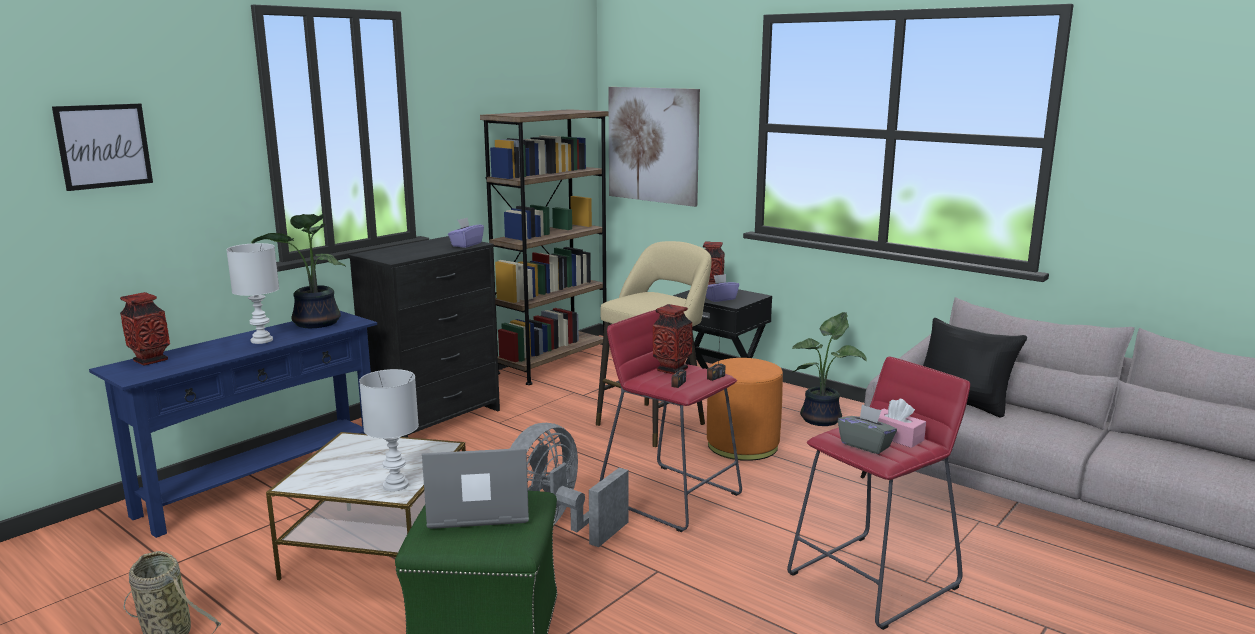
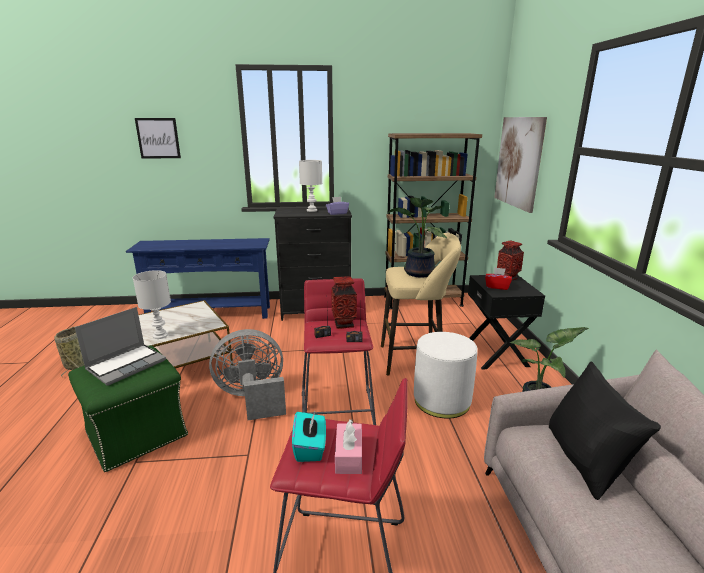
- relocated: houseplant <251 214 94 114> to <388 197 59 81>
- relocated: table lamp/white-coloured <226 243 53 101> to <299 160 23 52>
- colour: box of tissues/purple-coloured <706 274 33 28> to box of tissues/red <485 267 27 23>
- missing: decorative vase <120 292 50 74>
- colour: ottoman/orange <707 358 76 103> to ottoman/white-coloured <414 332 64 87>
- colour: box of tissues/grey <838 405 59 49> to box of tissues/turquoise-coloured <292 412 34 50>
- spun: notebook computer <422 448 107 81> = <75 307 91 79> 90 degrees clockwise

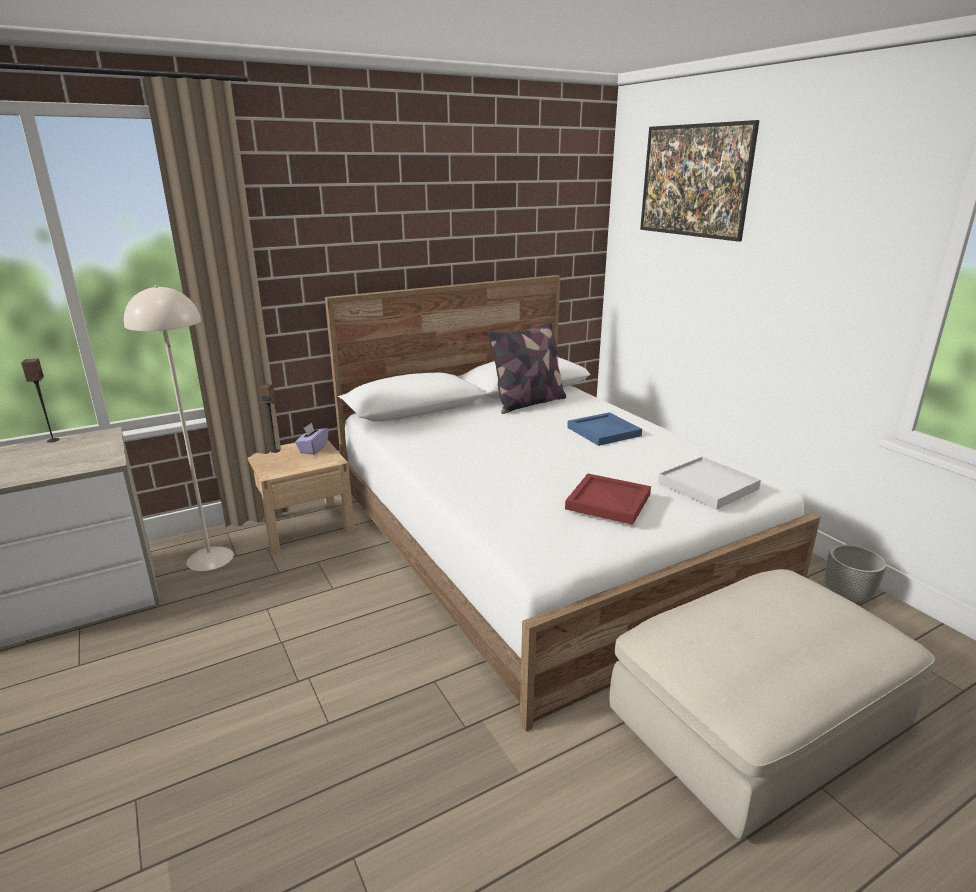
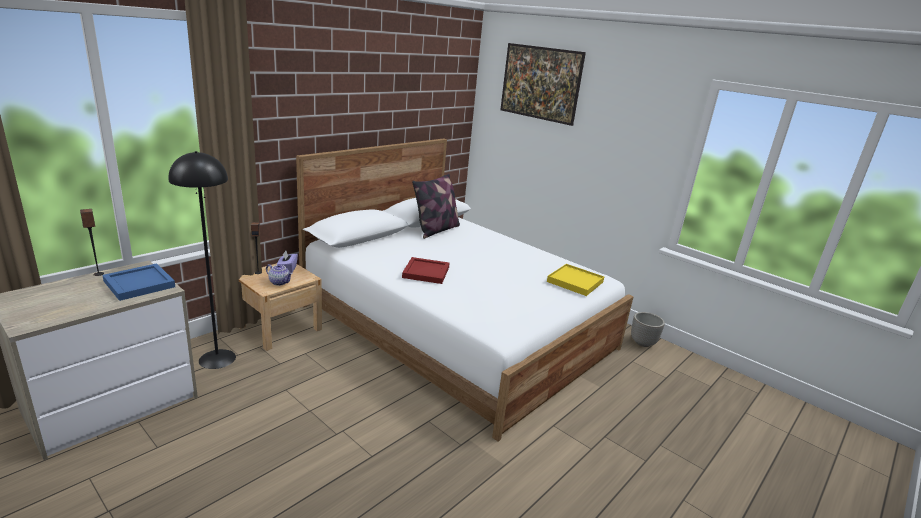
- colour: standard lamp/beige <124 285 110 286> to standard lamp/blackish <168 151 68 218>
- relocated: tray/blue <567 412 75 34> to <102 263 73 38>
- colour: tray/white-coloured <658 457 103 53> to tray/yellow <547 264 57 32>
- relocated: tray/red <565 474 86 51> to <402 257 48 27>
- missing: ottoman/beige <609 569 326 270>
- appeared: tea pot <266 264 27 22>

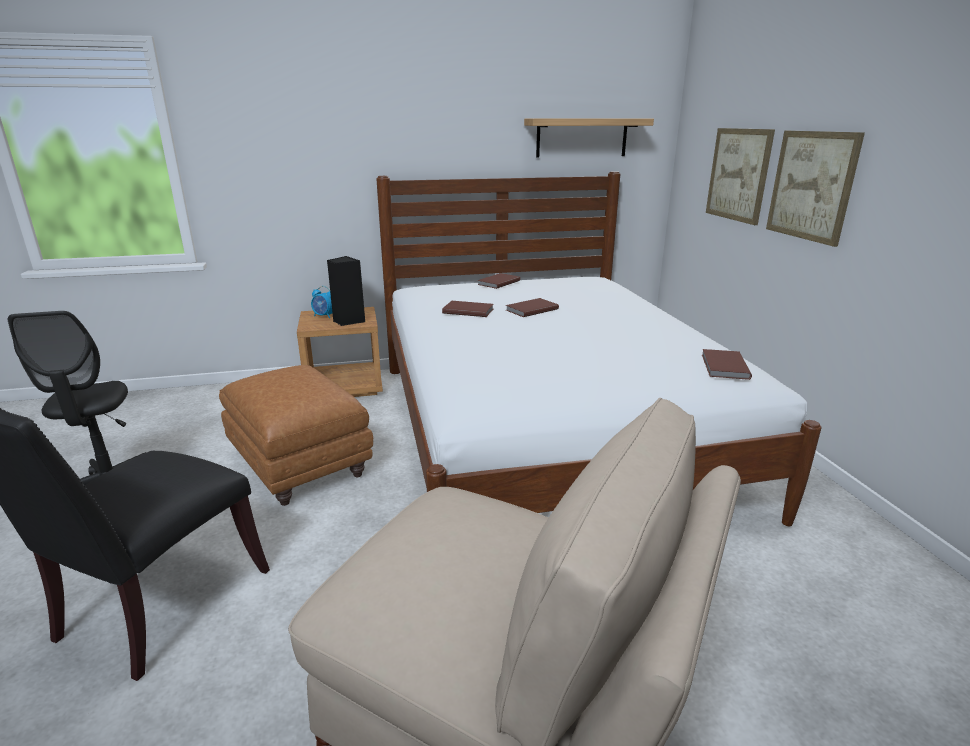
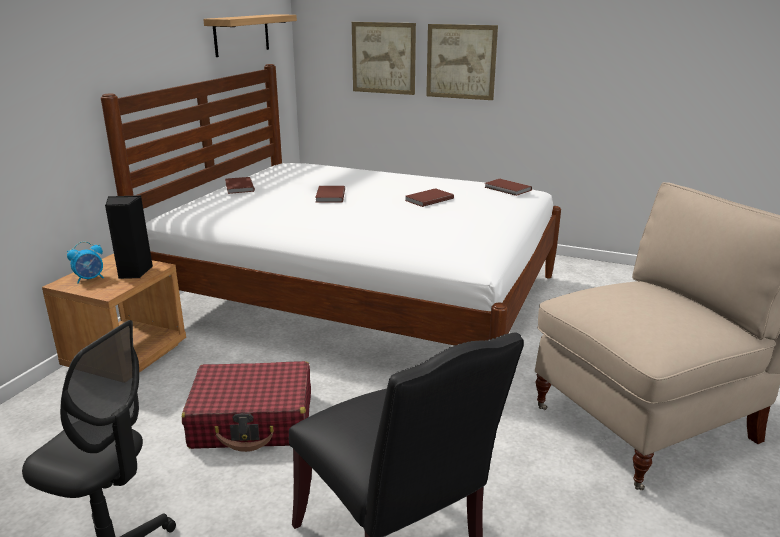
- relocated: volume/brown-coloured <442 301 51 16> to <405 188 49 19>
- exchanged: ottoman/brown-coloured <219 365 154 141> to travel case/red <182 361 129 91>

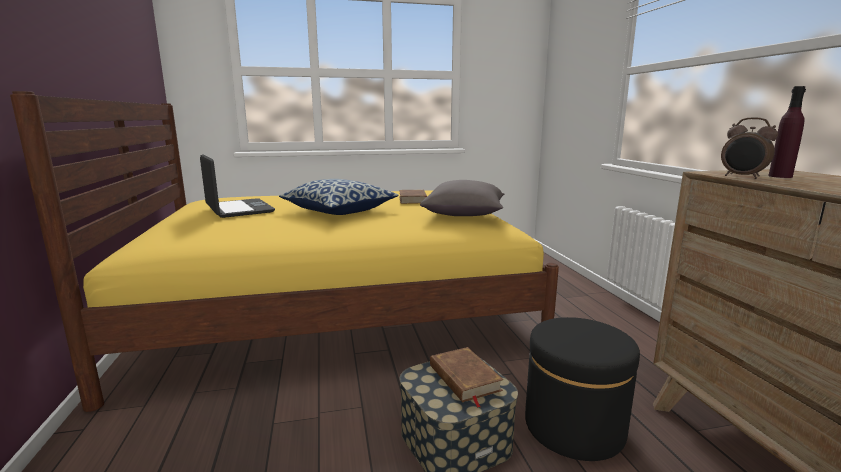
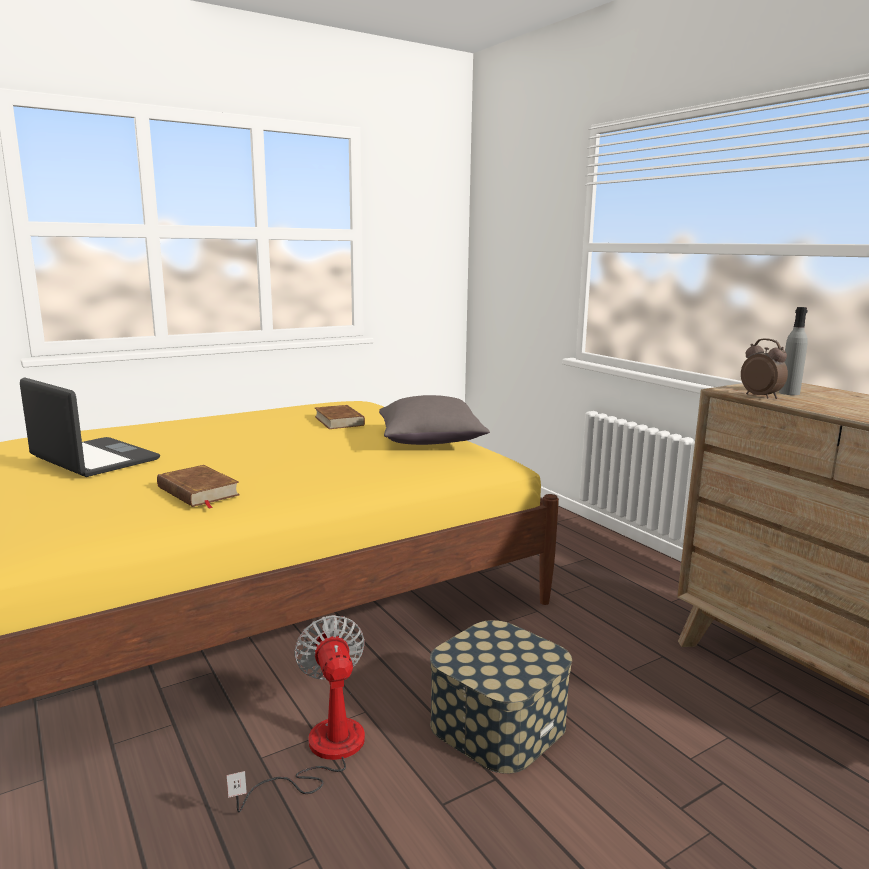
- colour: drink bottle/purple-coloured <768 86 38 92> to drink bottle/grey <779 307 29 88>
- spun: bedside clock <721 118 57 61> = <741 338 47 61> 150 degrees counterclockwise
- missing: cushion <279 179 120 36>
- missing: ottoman/blackish <525 317 115 144>
- relocated: volume/brown-coloured <430 347 74 61> to <157 465 83 44>
- appeared: cooling fan <227 615 138 197>

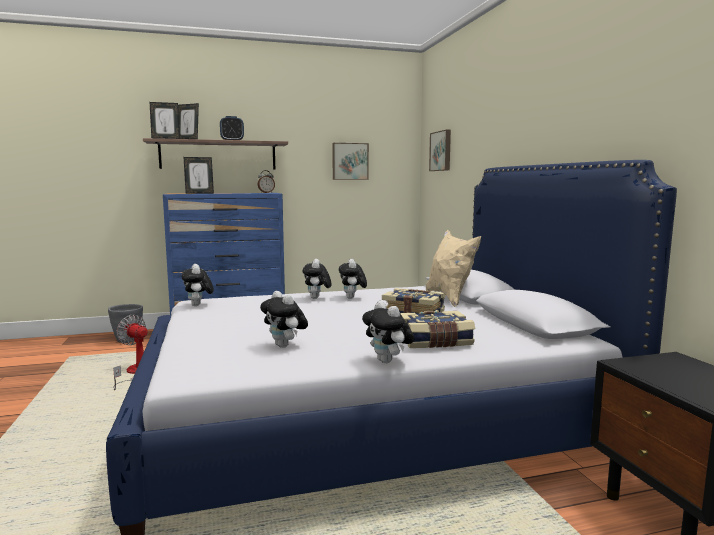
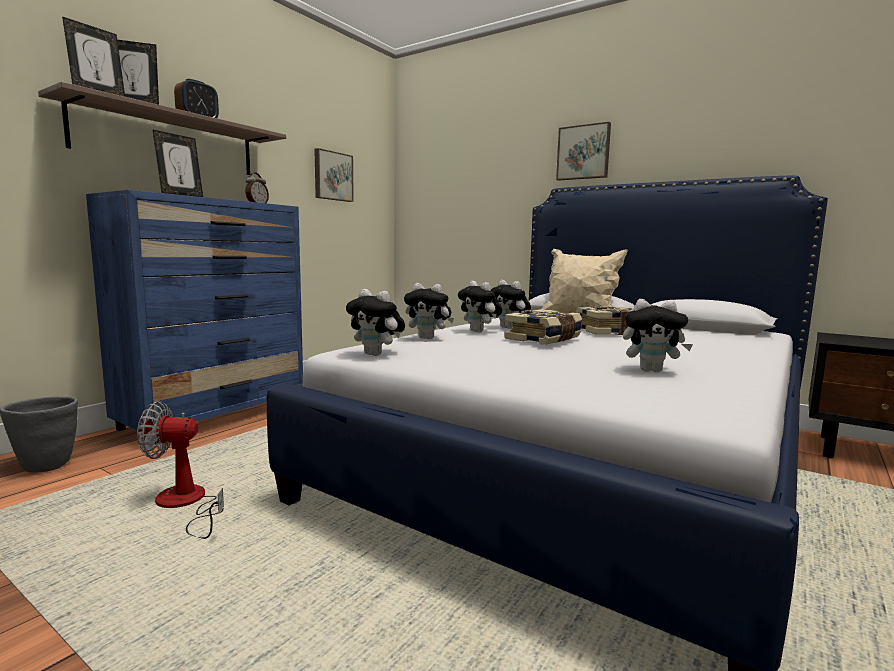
- relocated: wall art <429 130 22 41> to <556 122 55 59>
- relocated: plush toy <362 301 53 62> to <404 283 50 56>
- relocated: volume <400 311 75 37> to <504 309 78 36>

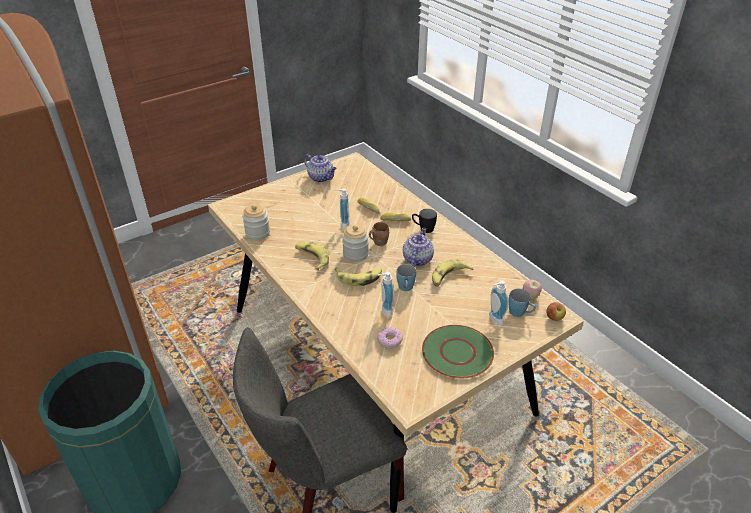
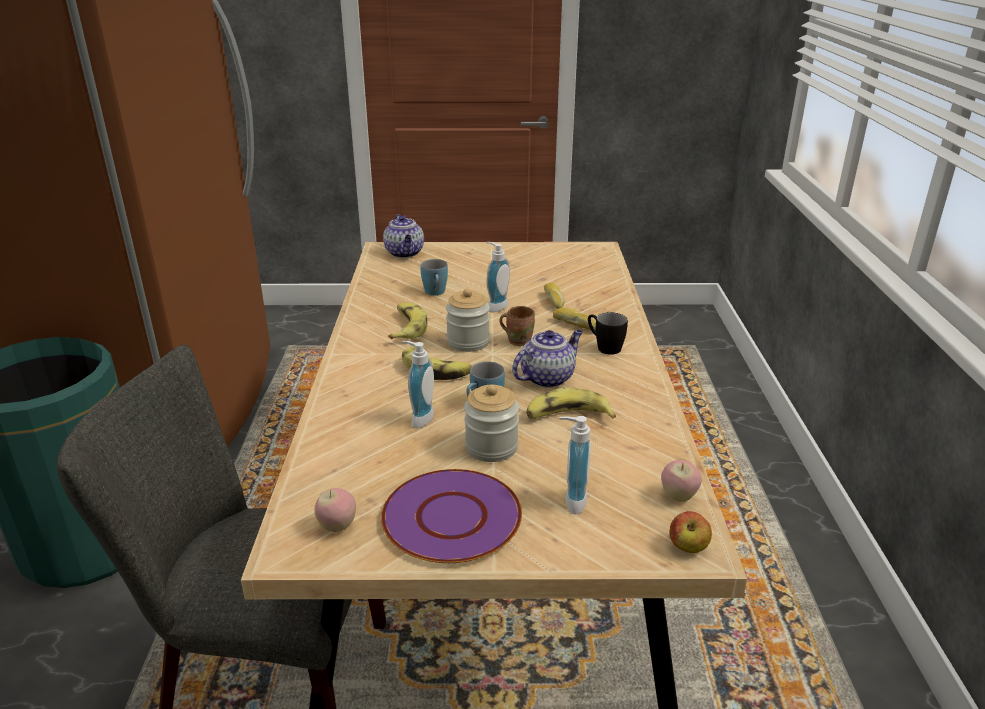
- relocated: tea pot <304 154 33 28> to <383 214 41 44>
- relocated: jar <242 204 28 36> to <464 384 55 78>
- relocated: coffee mug/blue <508 289 28 28> to <420 259 28 36>
- colour: dinner plate/green <422 325 72 53> to dinner plate/purple-coloured <381 469 141 94>
- missing: doughnut <377 327 26 22>
- appeared: whole apple <314 488 42 44>

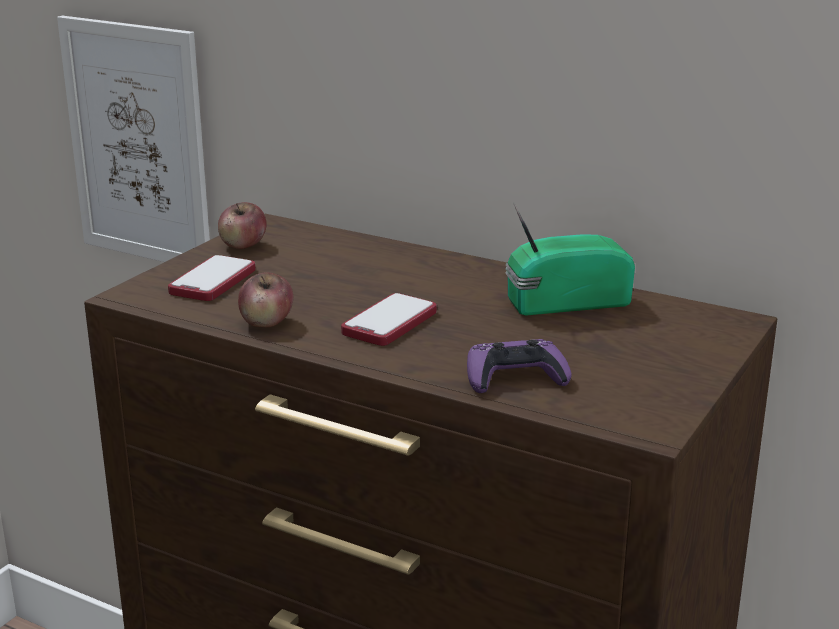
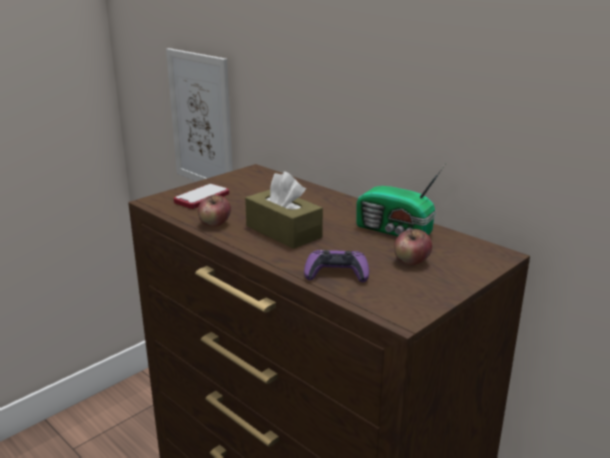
- relocated: whole apple <218 202 49 47> to <394 229 38 36>
- spun: radio set <505 203 130 113> = <356 163 90 73> 150 degrees counterclockwise
- exchanged: handset <341 293 96 53> to box of tissues/brown-coloured <245 171 78 78>

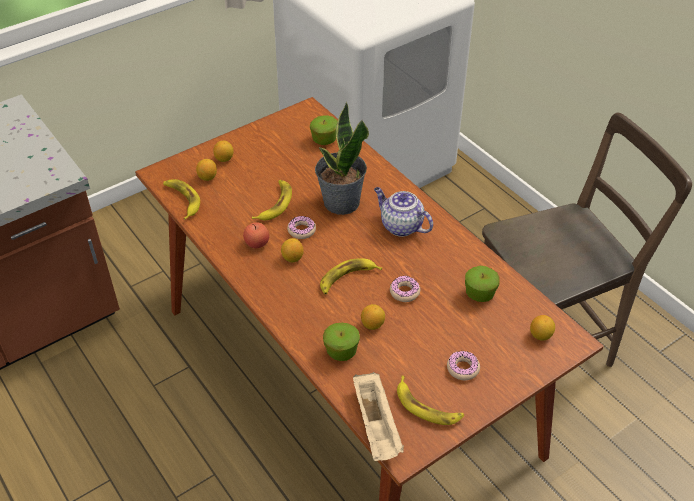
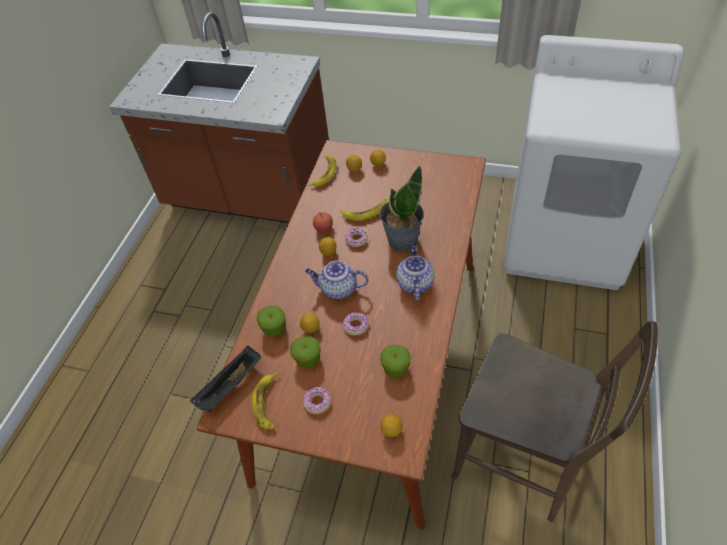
- relocated: whole apple <310 115 27 30> to <290 336 31 32>
- exchanged: banana <320 258 62 36> to tea pot <305 261 63 38>
- colour: tray/beige <353 372 51 89> to tray/blackish <190 346 71 67>

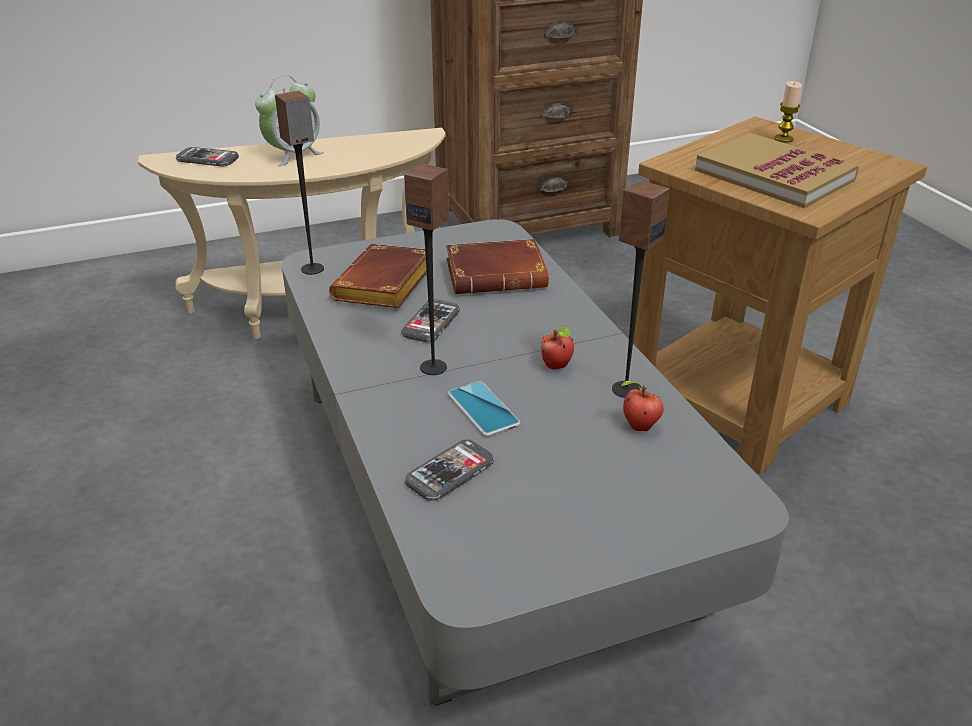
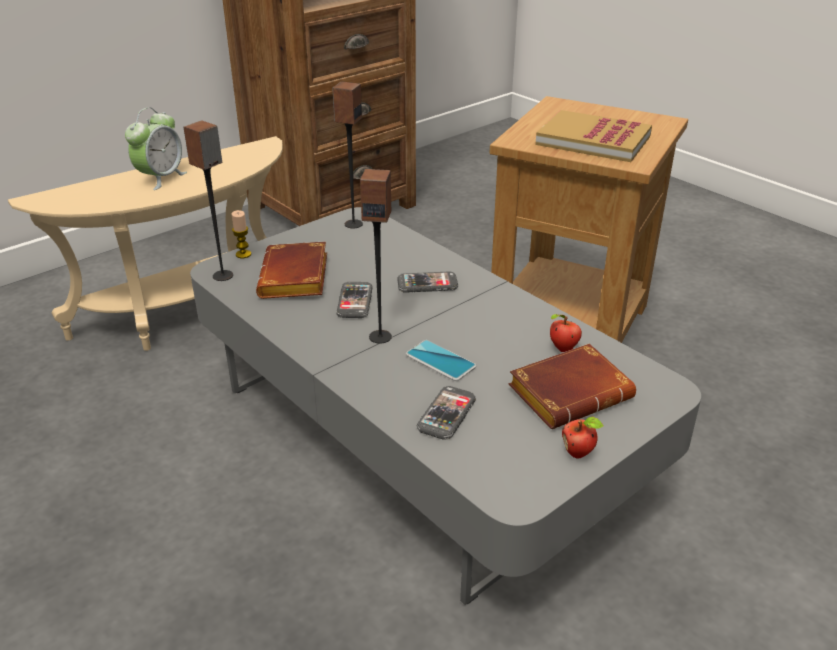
- relocated: wax candle <774 81 28 62> to <232 210 19 48>
- relocated: handset <176 147 63 20> to <397 271 61 22>
- relocated: speaker <612 180 58 218> to <332 82 31 147>
- relocated: volume/brown-coloured <446 239 103 55> to <508 344 128 85>
- relocated: whole apple <541 326 33 44> to <562 417 42 41>

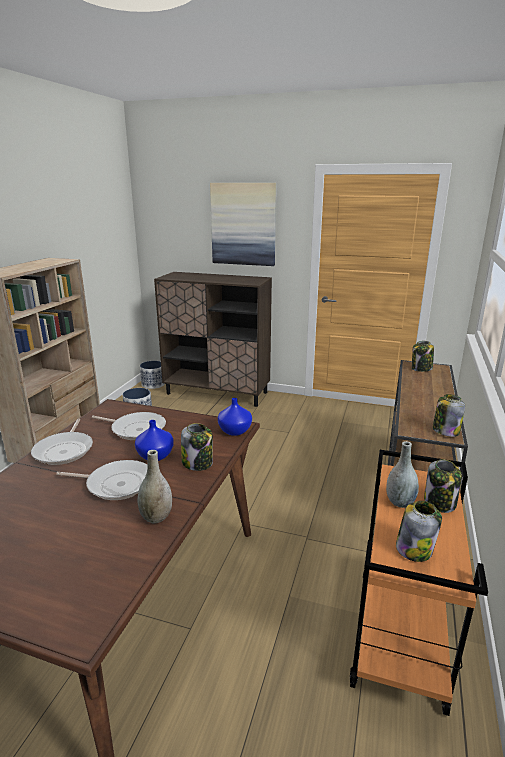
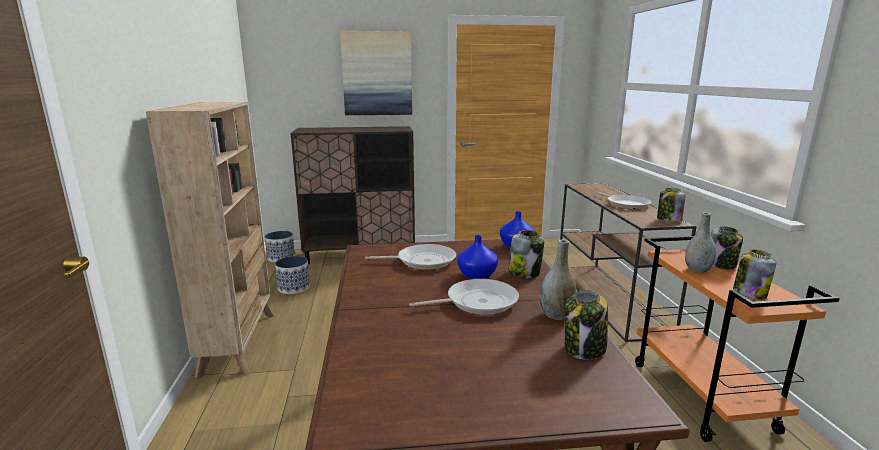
- relocated: jar <412 341 22 31> to <565 290 43 70>
- relocated: skillet <31 419 62 46> to <595 192 56 17>

